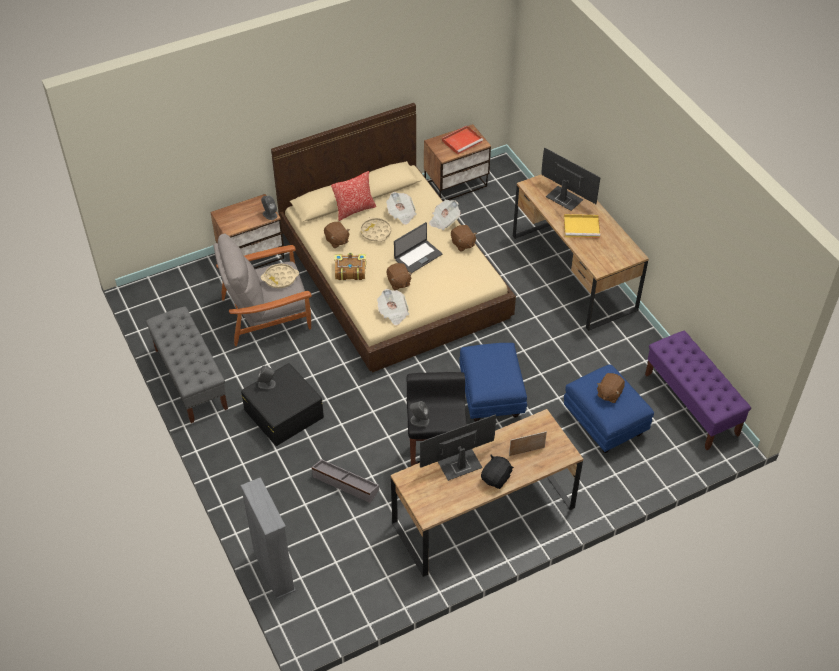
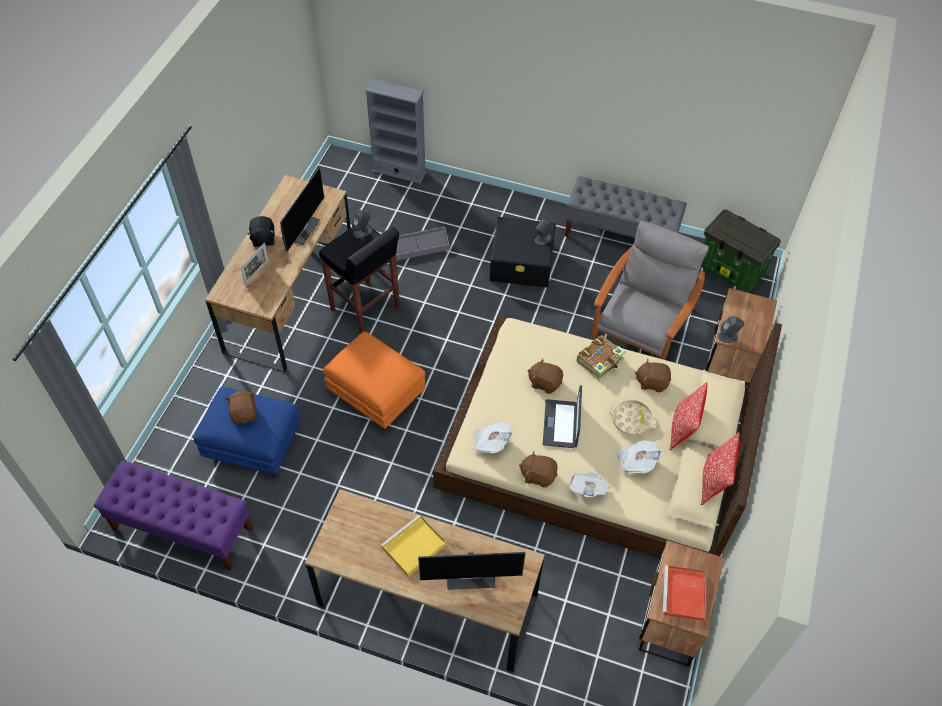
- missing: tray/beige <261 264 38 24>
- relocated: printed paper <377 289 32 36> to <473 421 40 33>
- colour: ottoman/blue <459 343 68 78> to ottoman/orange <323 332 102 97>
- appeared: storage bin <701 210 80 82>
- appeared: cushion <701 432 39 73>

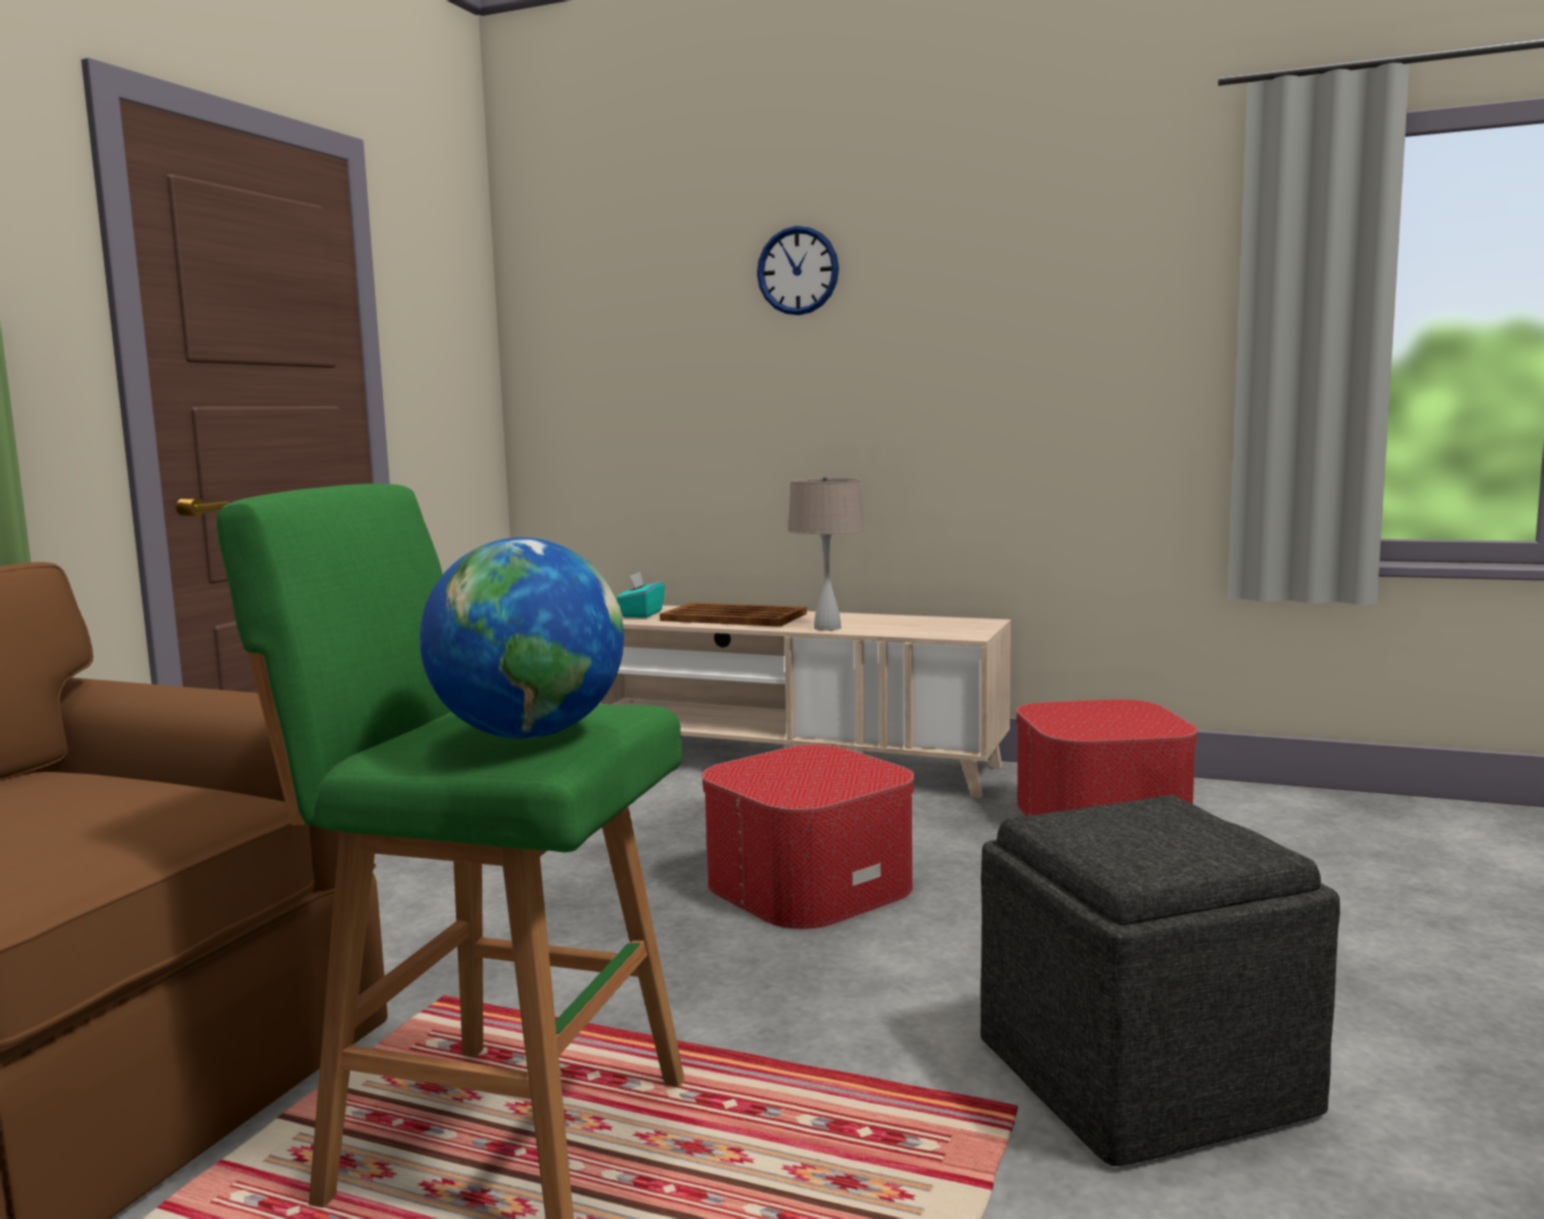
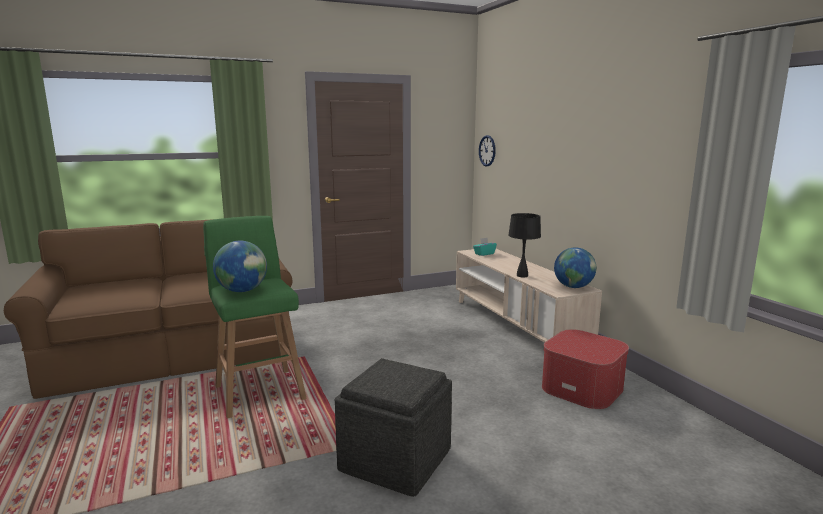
- relocated: wall clock <757 226 82 89> to <479 135 17 31>
- colour: table lamp/beige <788 476 77 155> to table lamp/blackish <508 213 33 64>
- missing: tray/brown-coloured <660 602 147 25>
- missing: ottoman <702 745 213 185>
- appeared: globe <554 247 42 41>

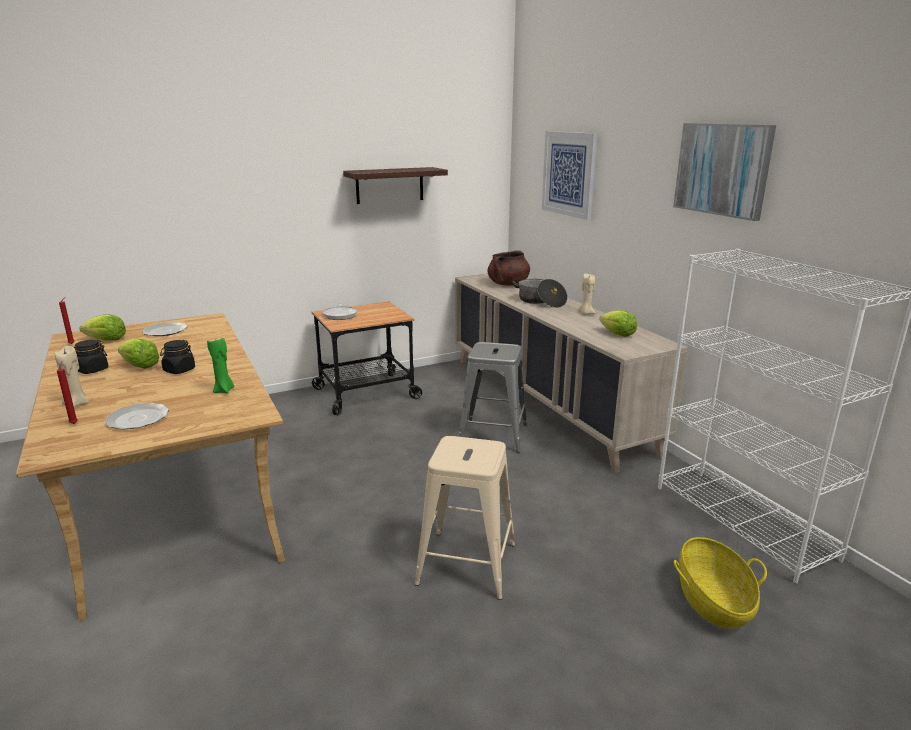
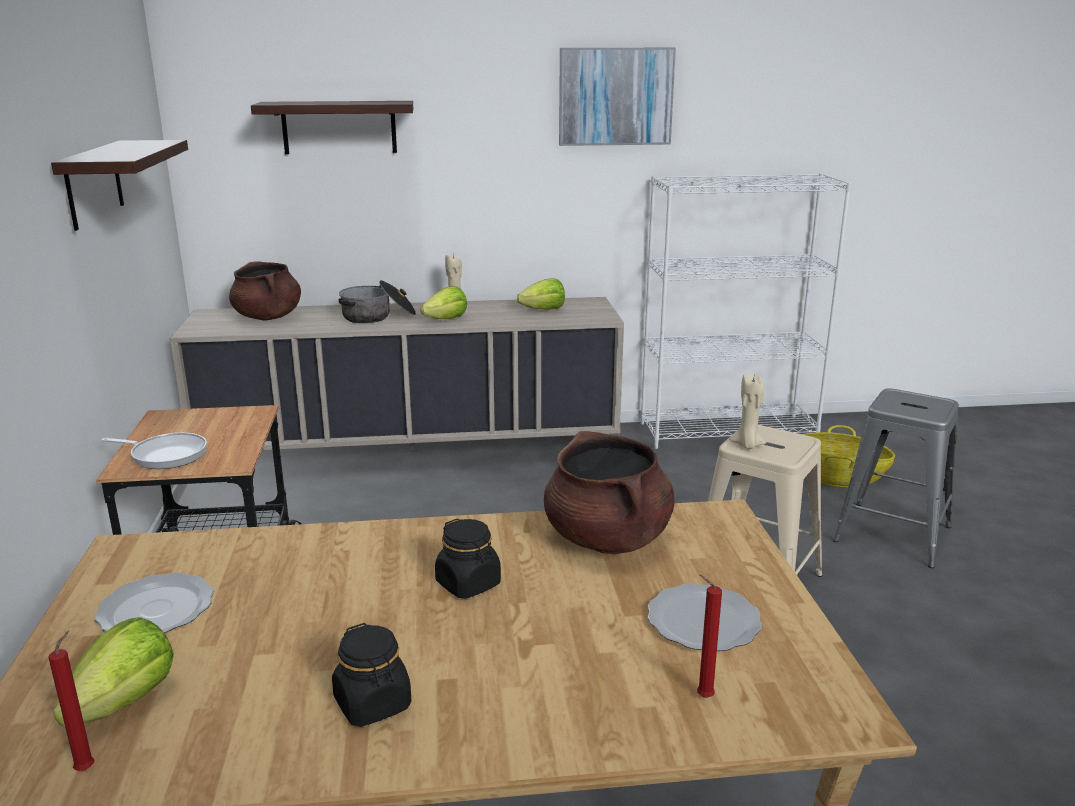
- exchanged: wall art <542 131 55 89> to shelf <251 101 162 53>
- relocated: lettuce head <118 338 41 31> to <420 286 47 33>
- exchanged: wax candle/green <207 338 27 56> to cooking pot/brown-coloured <544 431 131 123>
- relocated: stool seat/grey <459 342 68 111> to <833 388 126 180>
- relocated: wax candle/beige <55 346 33 61> to <729 374 37 75>

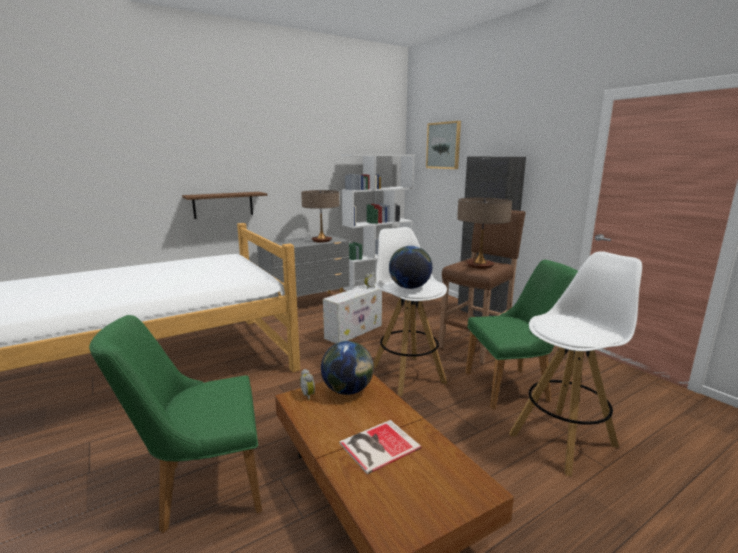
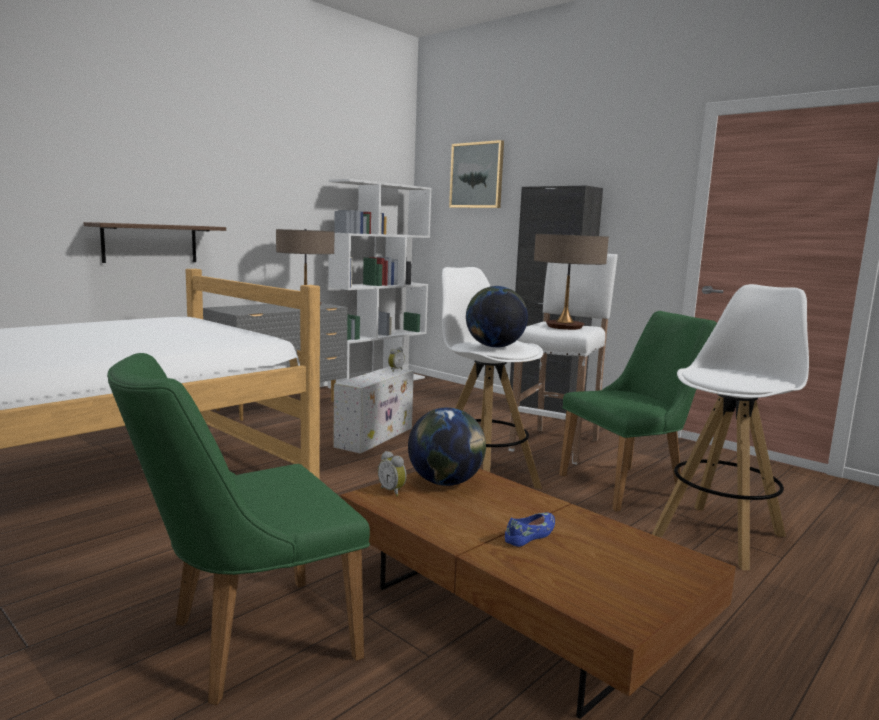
- colour: stool seat/brown-coloured <439 210 87 154> to stool seat/white-coloured <509 254 108 211>
- exchanged: volume <339 420 83 54> to low shoe/blue <505 513 50 34>

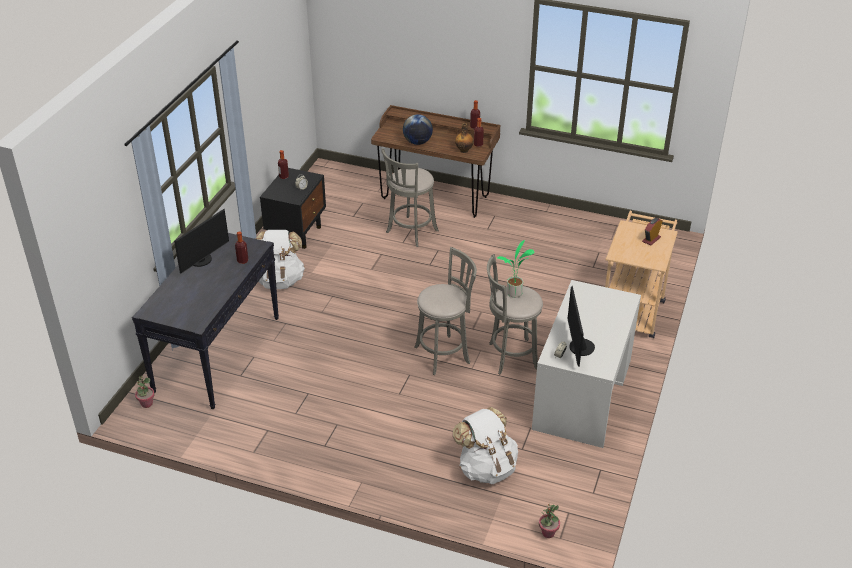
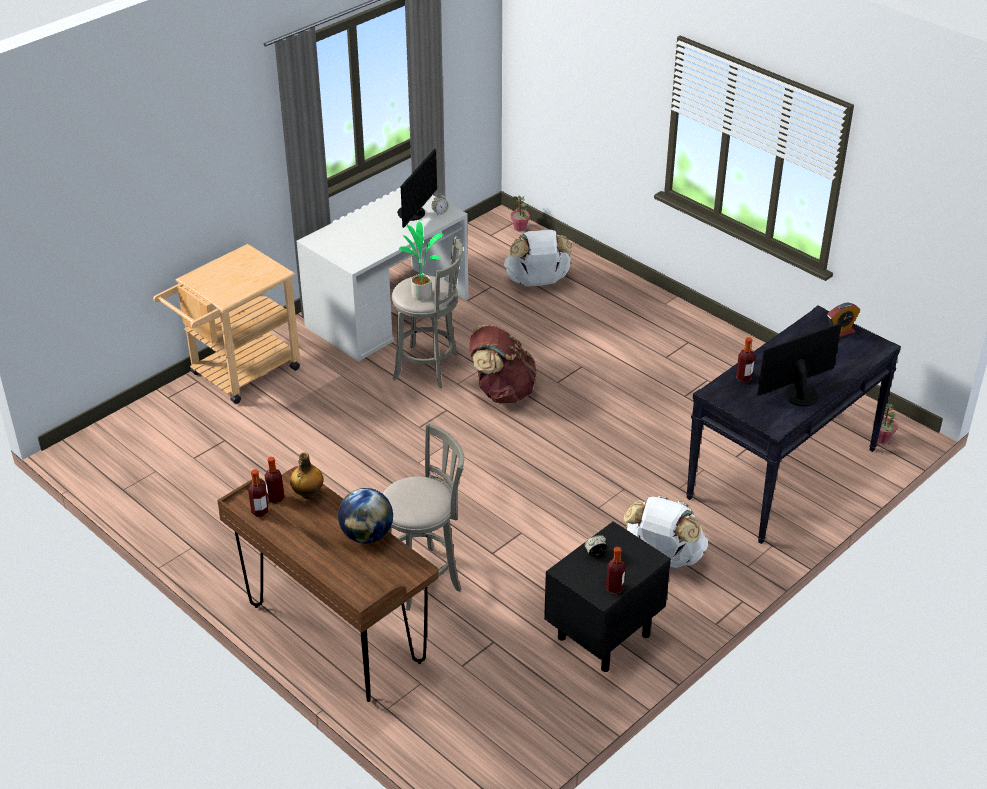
- relocated: bedside clock <642 218 21 28> to <827 303 33 34>
- exchanged: stool seat/grey <414 247 63 128> to rucksack/brown-coloured <470 325 66 78>

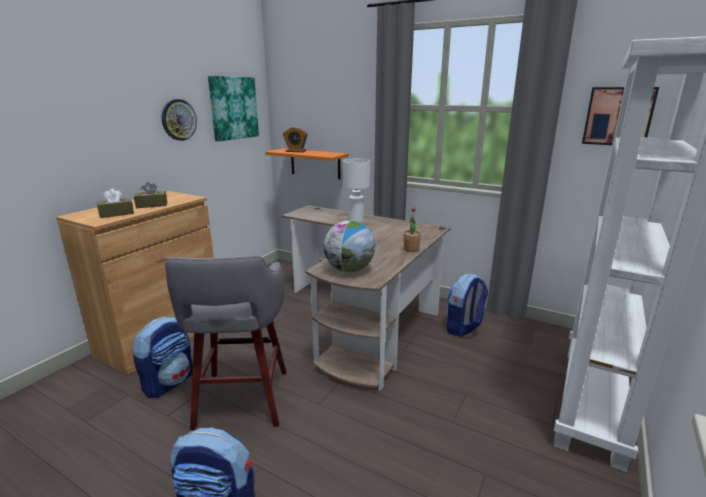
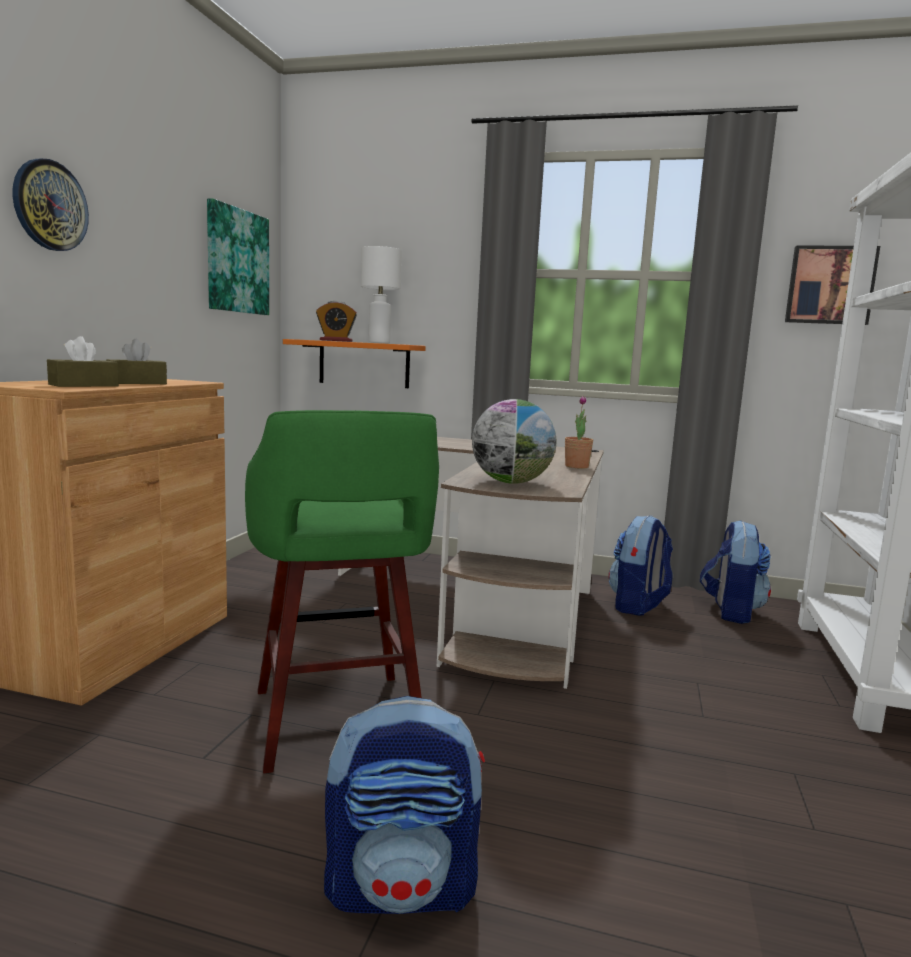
- relocated: wall clock <161 99 36 42> to <12 159 77 92>
- relocated: table lamp/white-coloured <343 159 27 64> to <361 246 41 98>
- colour: stool seat/grey <165 255 122 175> to stool seat/green <245 410 194 364>
- relocated: rucksack <132 316 61 82> to <700 520 71 104>

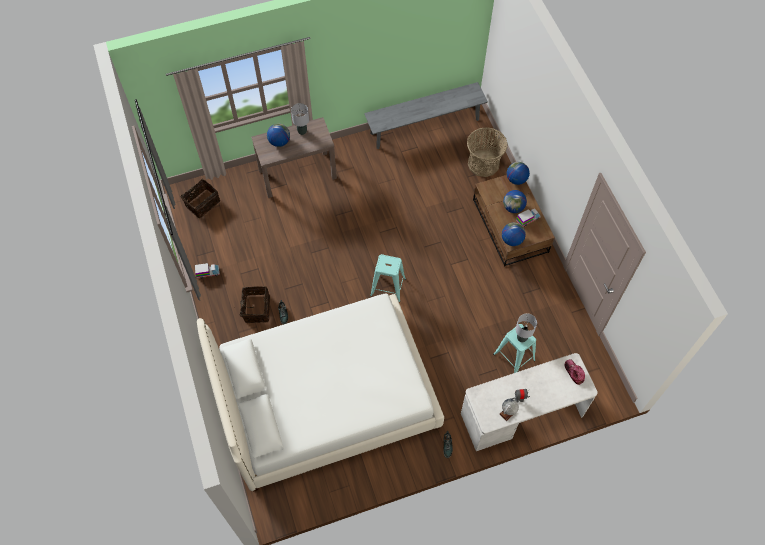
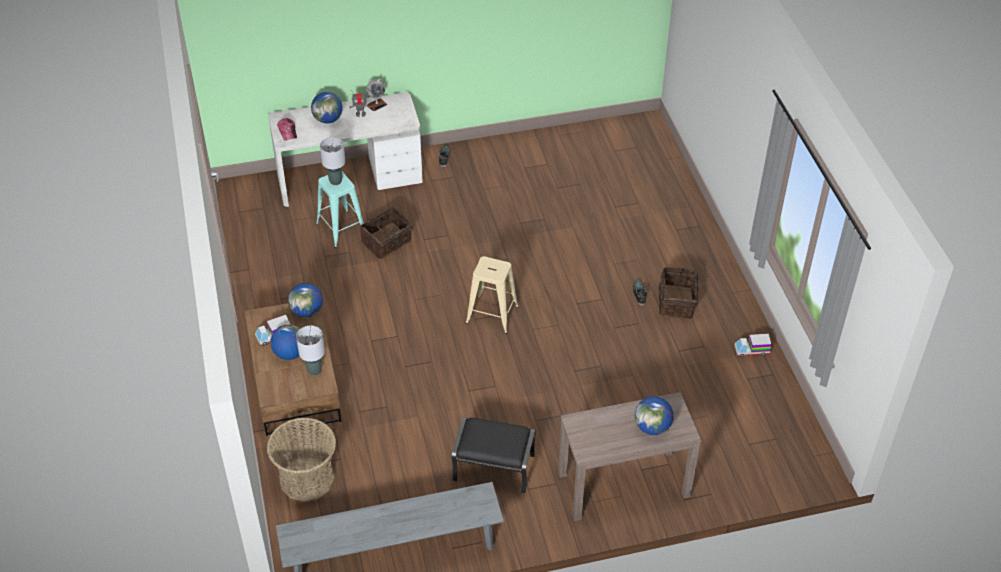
- relocated: table lamp/grey <291 103 18 32> to <296 326 29 50>
- relocated: globe <507 162 23 23> to <311 92 32 32>
- relocated: storage basket <180 179 40 39> to <360 207 56 52>
- colour: stool seat/turquoise-coloured <370 254 36 48> to stool seat/beige <466 256 53 78>
- missing: bed/white-coloured <197 294 247 197>
- appeared: ottoman/blackish <452 417 84 77>

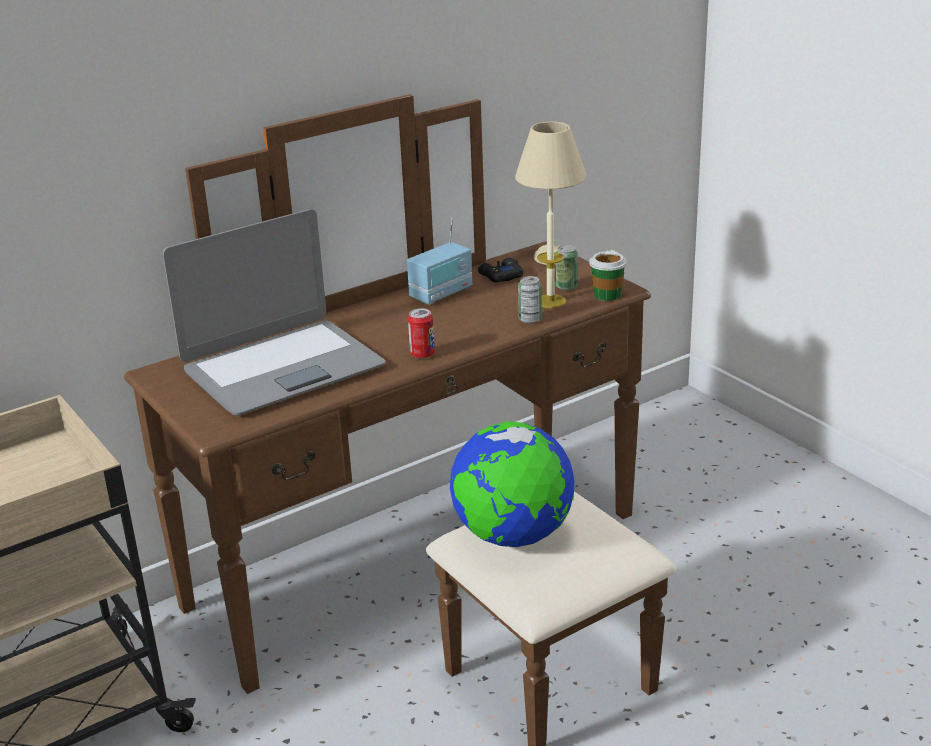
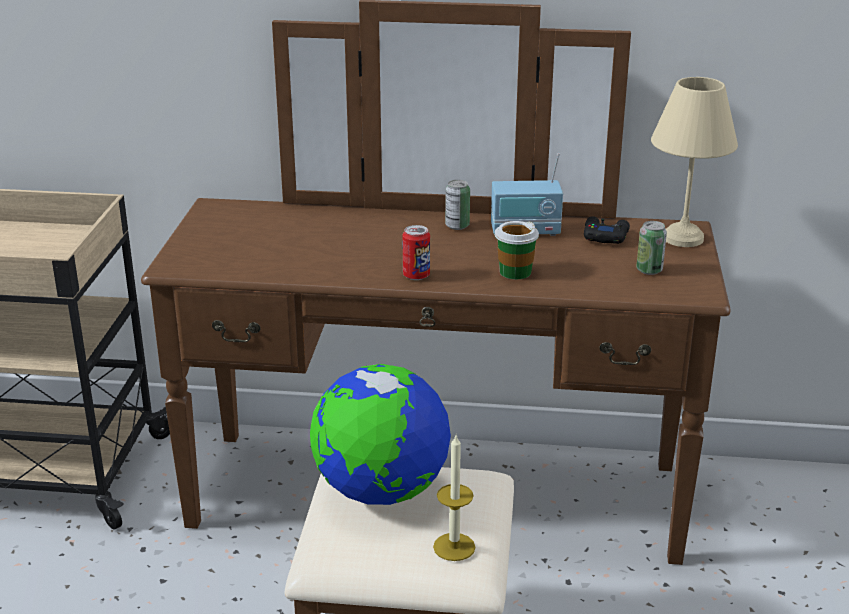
- relocated: wax candle <537 208 29 100> to <433 435 42 126>
- missing: notebook computer <163 209 223 207>
- relocated: cup <589 250 38 51> to <495 221 44 58>
- relocated: can <518 276 24 48> to <445 180 25 50>

